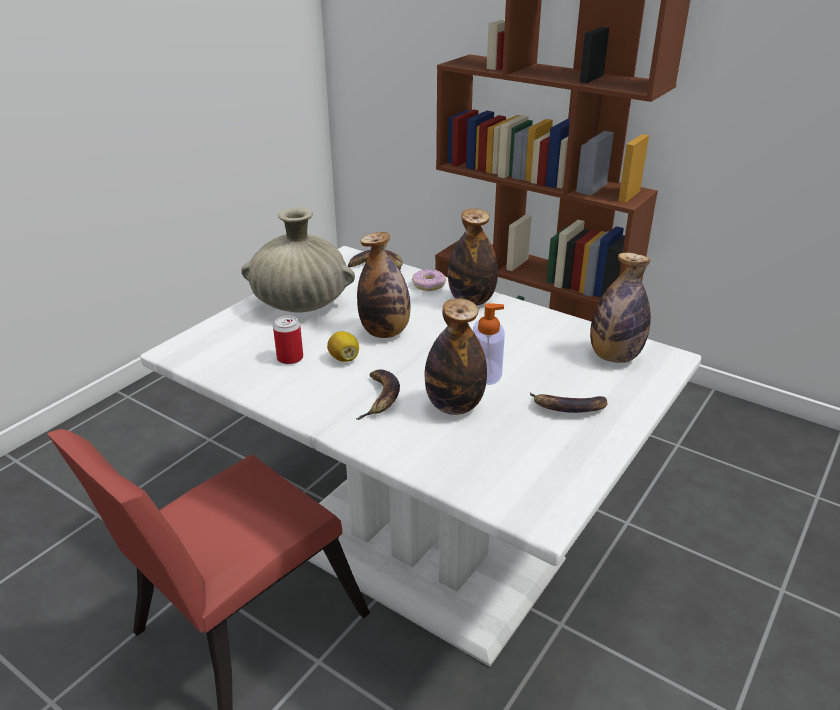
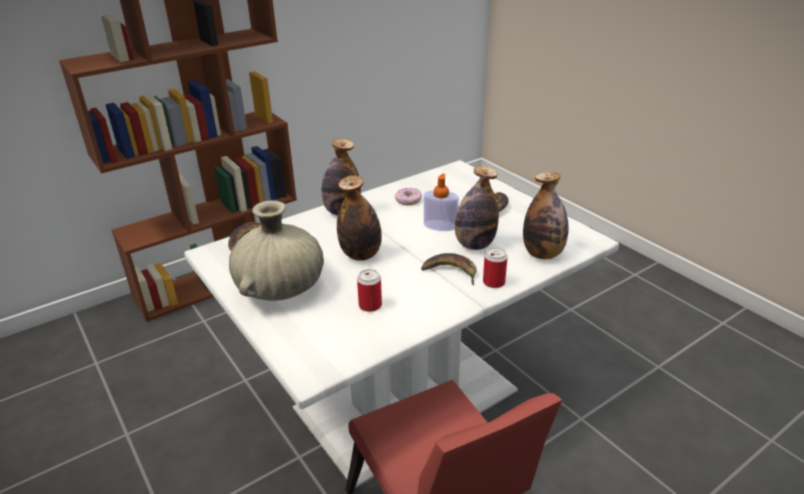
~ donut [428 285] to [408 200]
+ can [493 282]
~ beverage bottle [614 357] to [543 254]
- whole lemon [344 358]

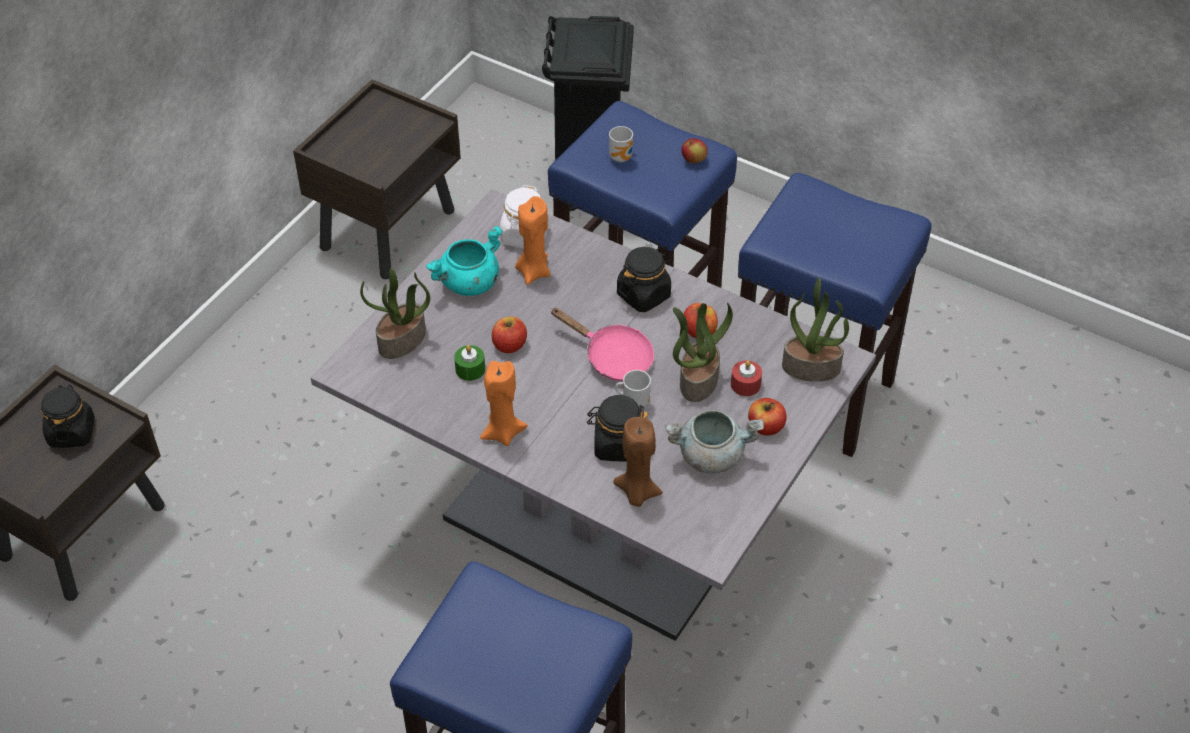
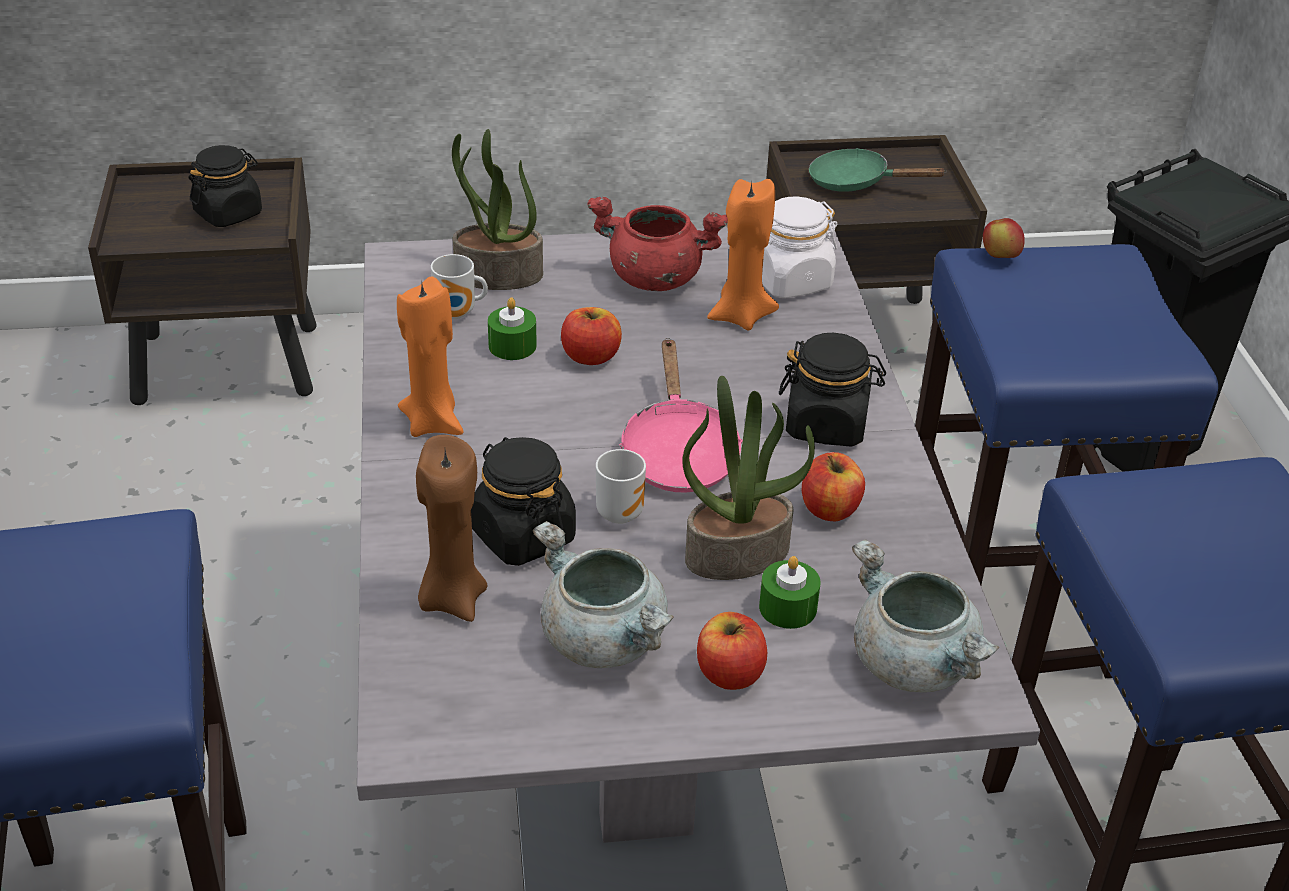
~ coffee mug [622 157] to [458 314]
~ blue-green stockpot [469 283] to red stockpot [654 278]
~ red wax light [745 384] to green wax light [788 607]
+ green skillet [856 182]
~ plant in a pot [811 367] to grey stockpot [914 664]
~ apple [694 160] to [1000 257]

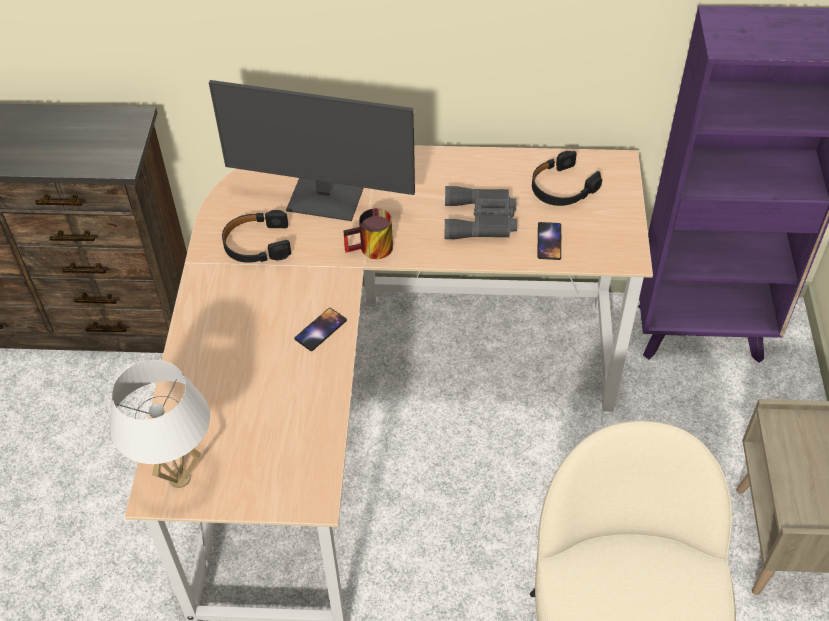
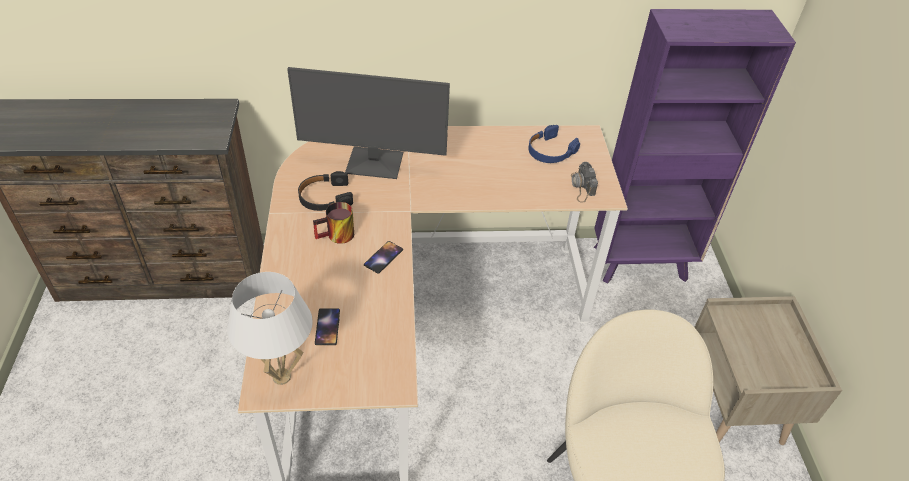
~ coffee mug [371 250] to [337 237]
~ telephone [549 241] to [327 327]
~ black pair of headphones [562 187] to blue-coloured pair of headphones [550 151]
+ photo camera [582 187]
- grey binoculars [482 220]

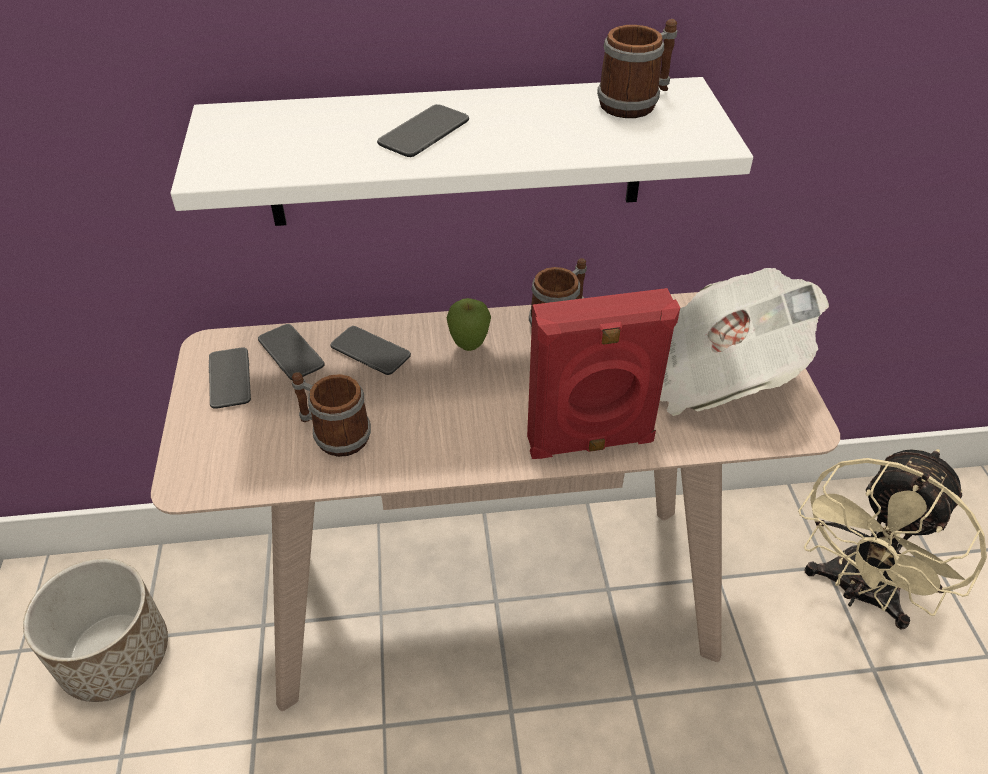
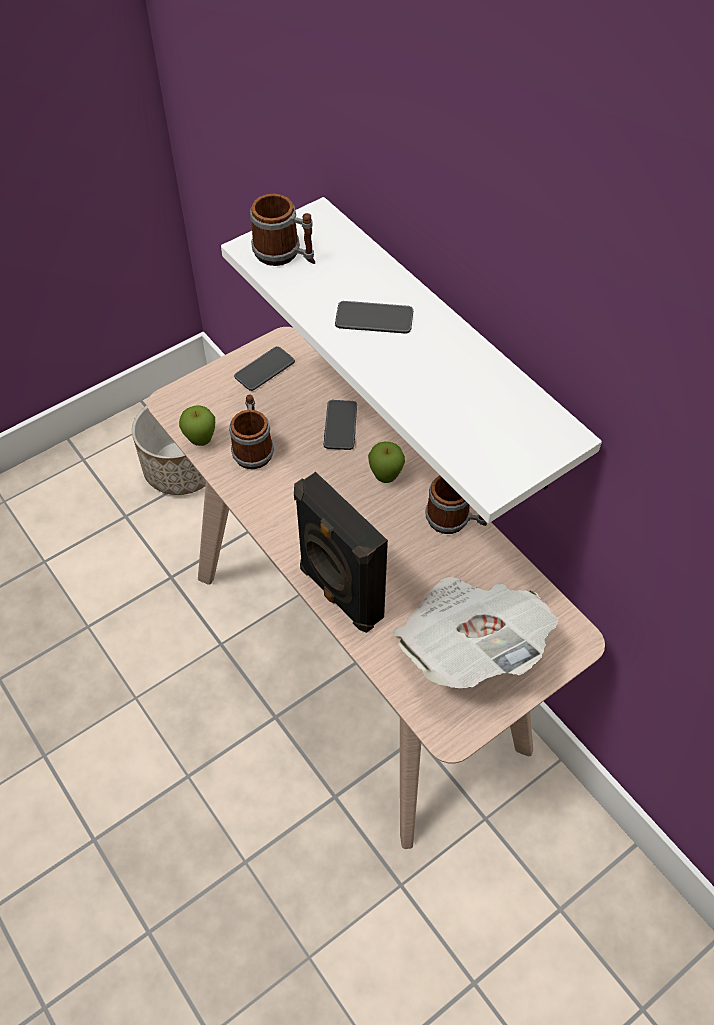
+ apple [201 442]
~ coffee mug [636 102] to [284 255]
~ red audio speaker [591 443] to black audio speaker [339 594]
- telephone [291 353]
- sand-coloured cooling fan [857 592]

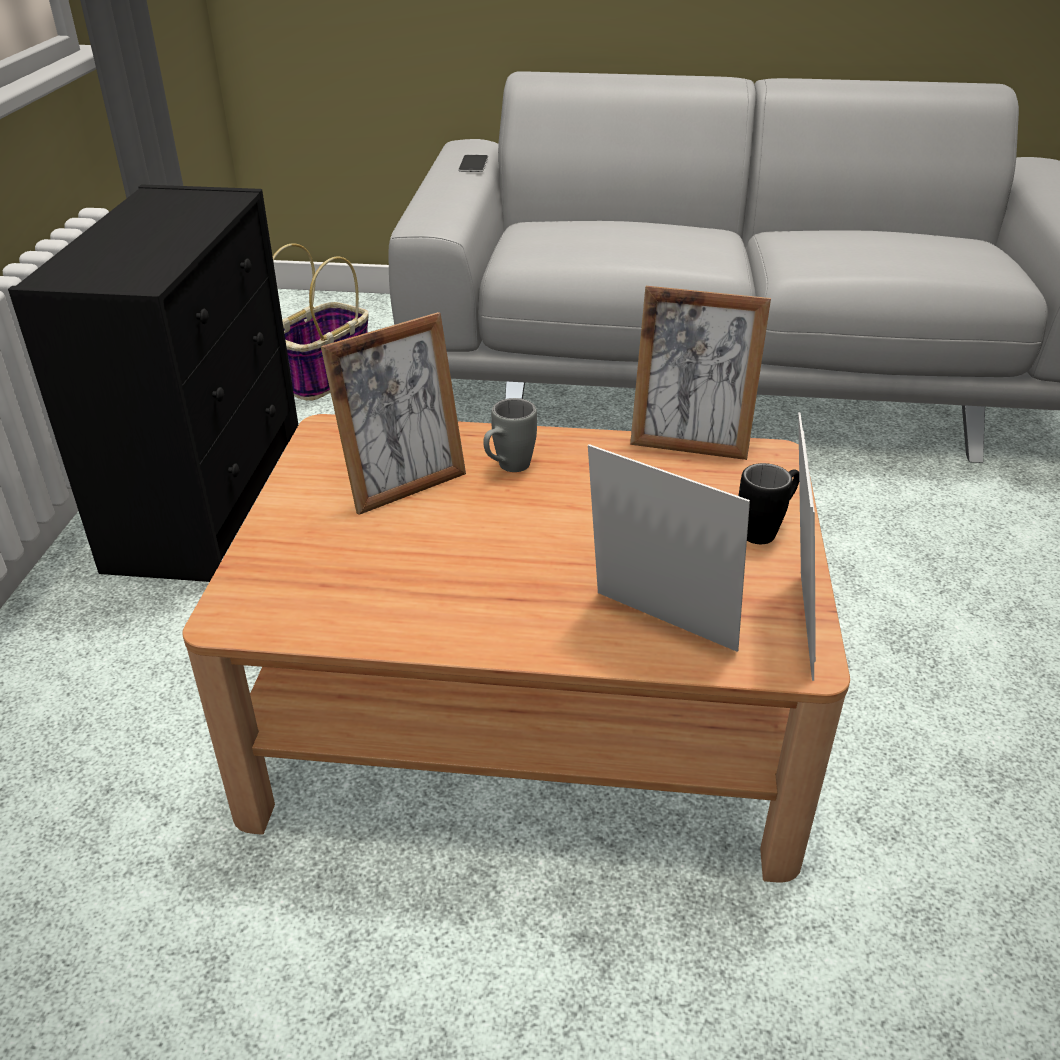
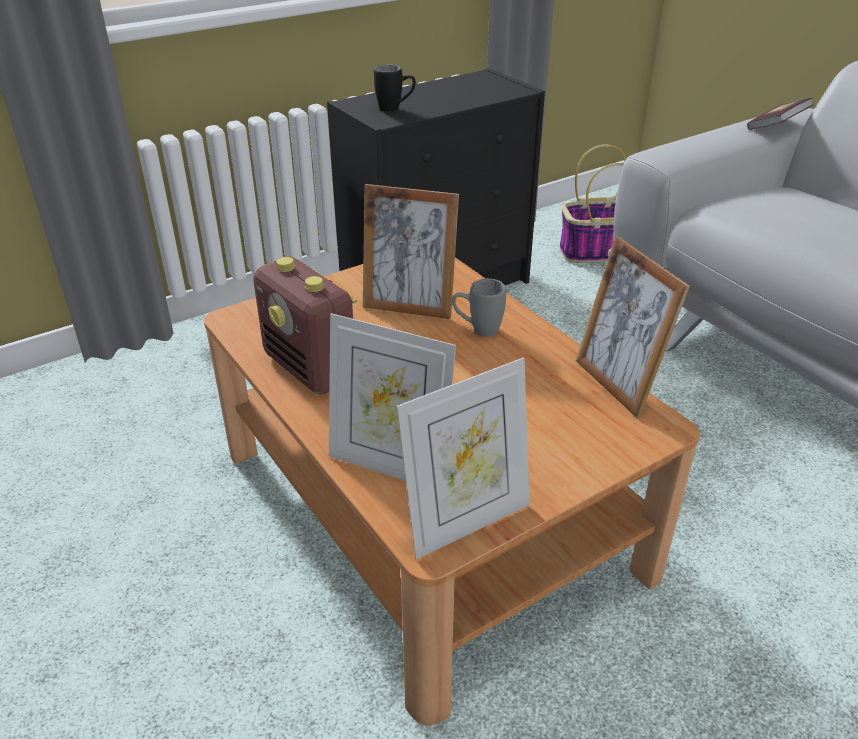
+ radio [311 369]
~ standing frame [657 629] = [390 465] 120 degrees clockwise
~ black coffee mug [766 530] to [395 109]
~ telephone [473 164] to bound book [776 127]

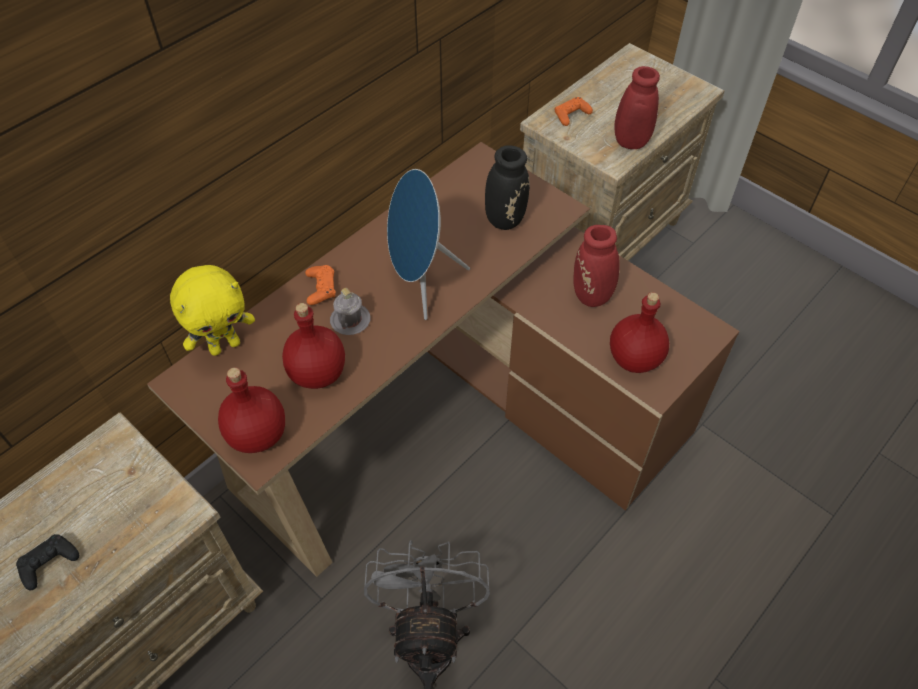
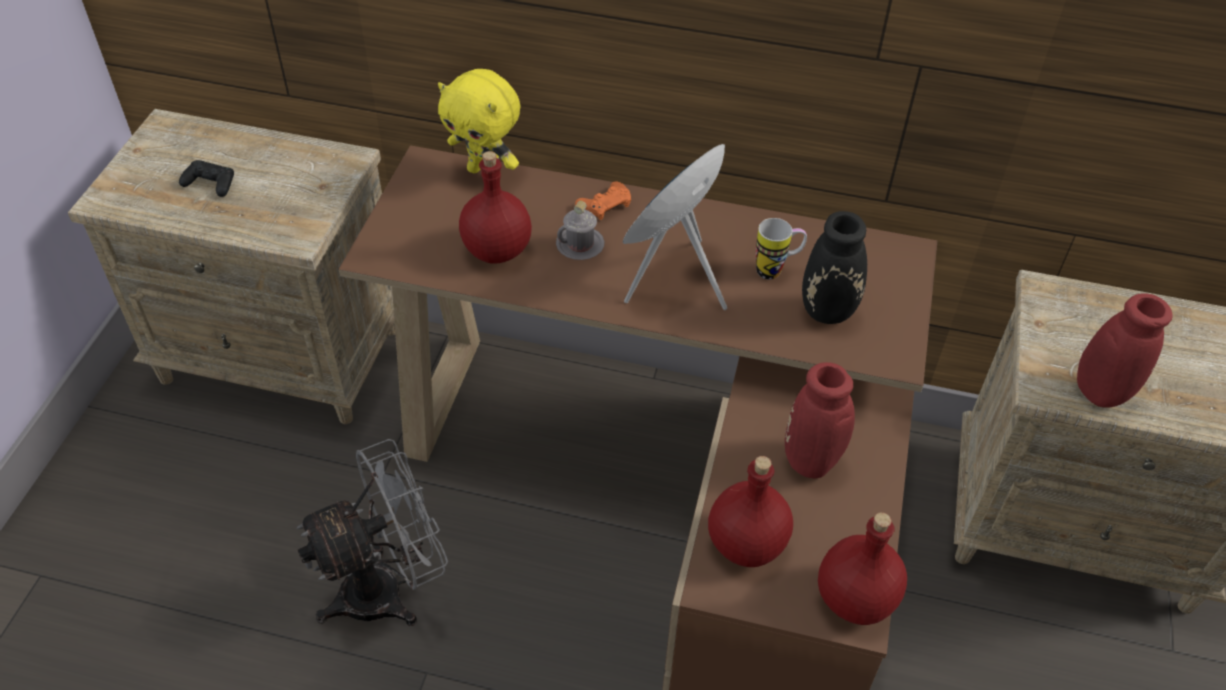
+ coffee mug [776 270]
~ red beverage bottle [256 435] to [854 598]
- orangey game controller [571 115]

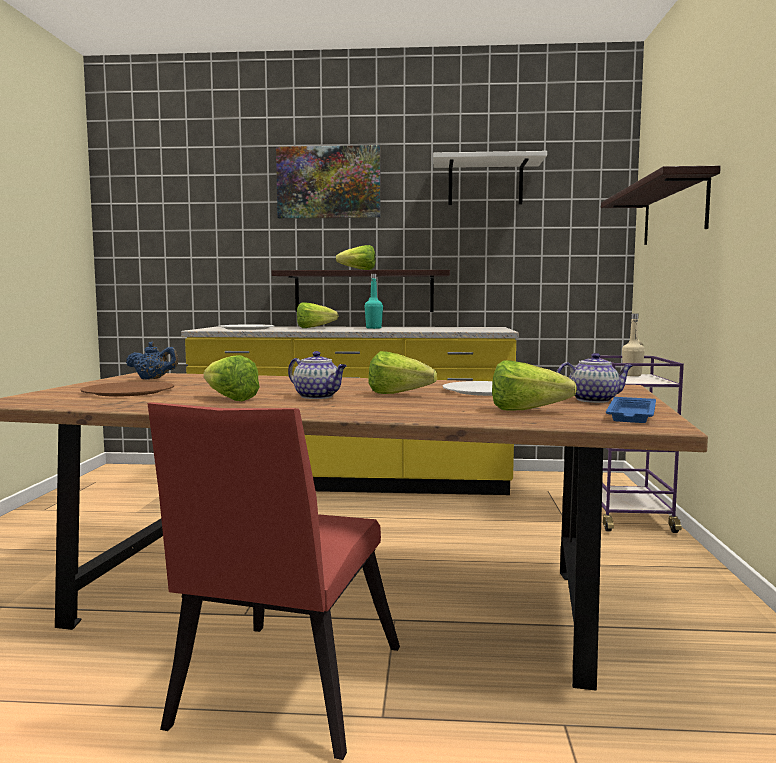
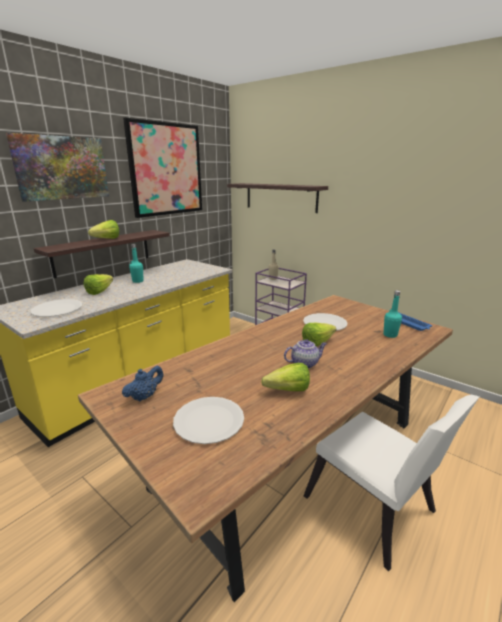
~ whitish shelf [485 183] to picture [166 169]
~ brown-coloured flat dish [128 392] to whitish flat dish [209 421]
~ red upright chair [281 693] to whitish upright chair [374 511]
~ head of lettuce [533 411] to blue-green beverage bottle [390 335]
- pot for tea [594 400]

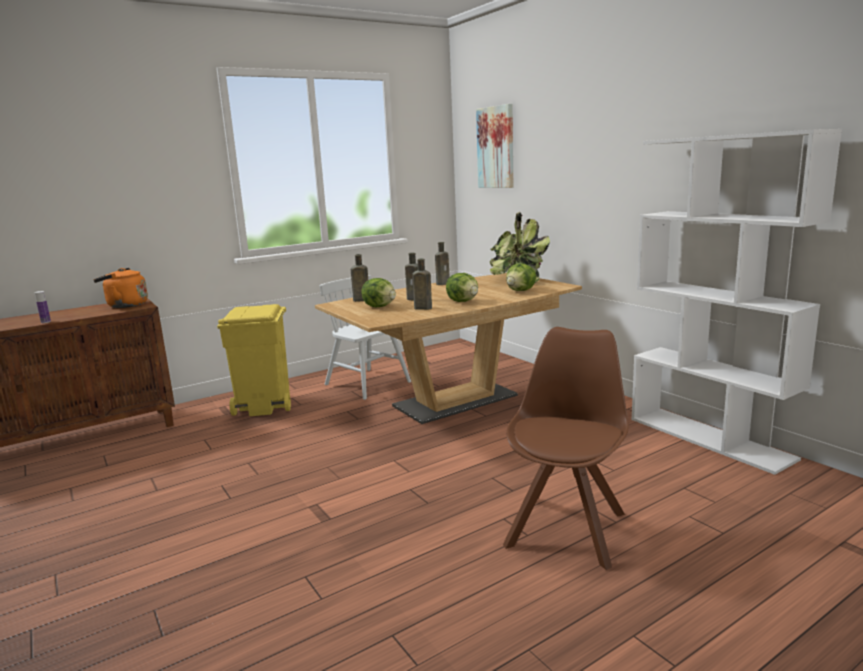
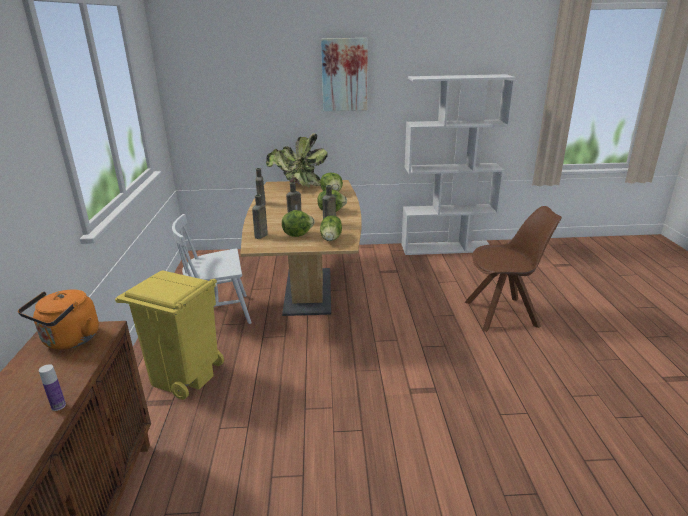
+ head of lettuce [331 238]
~ picture [496 147] to [344 75]
~ brown-coloured upright chair [567 527] = [503 314] 120 degrees clockwise

